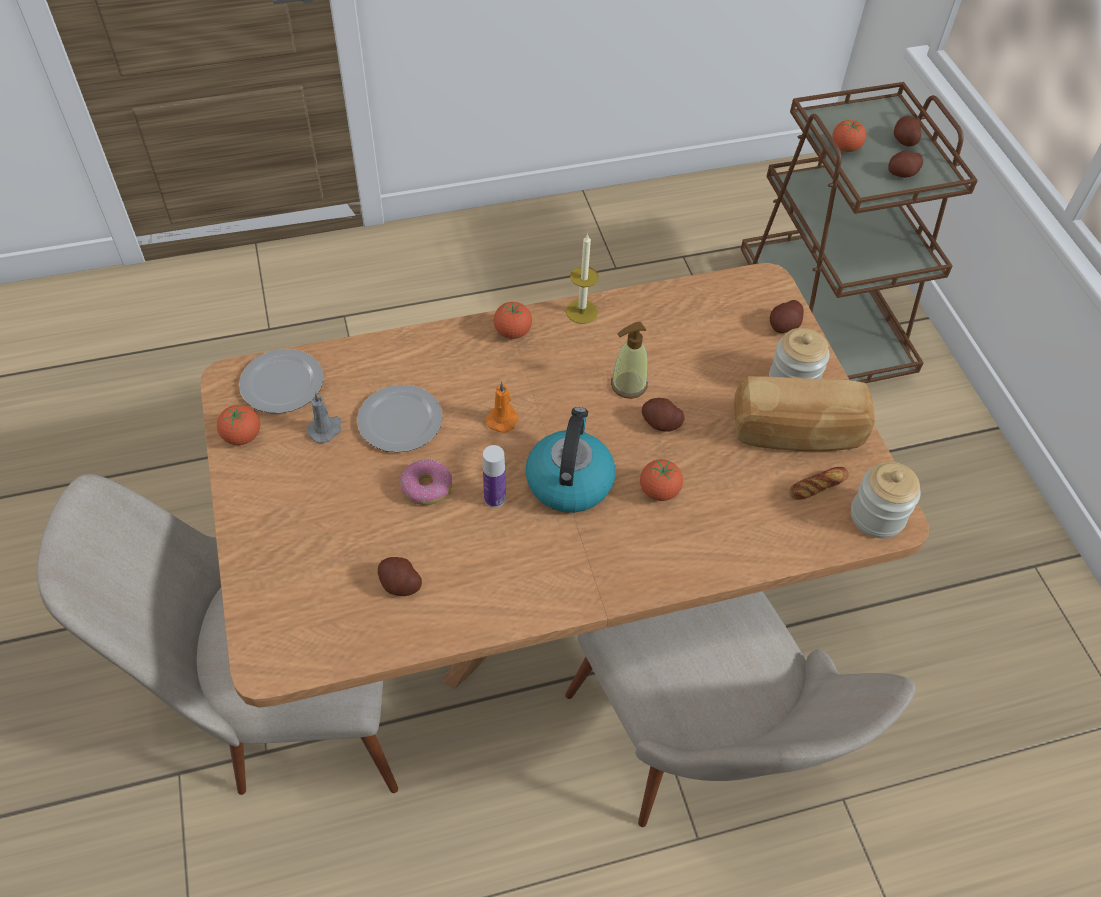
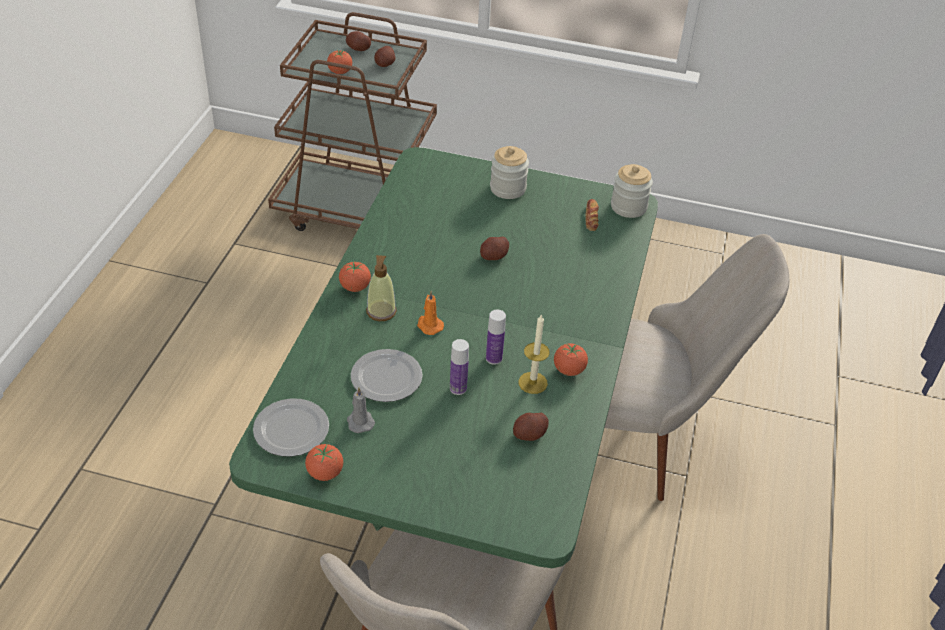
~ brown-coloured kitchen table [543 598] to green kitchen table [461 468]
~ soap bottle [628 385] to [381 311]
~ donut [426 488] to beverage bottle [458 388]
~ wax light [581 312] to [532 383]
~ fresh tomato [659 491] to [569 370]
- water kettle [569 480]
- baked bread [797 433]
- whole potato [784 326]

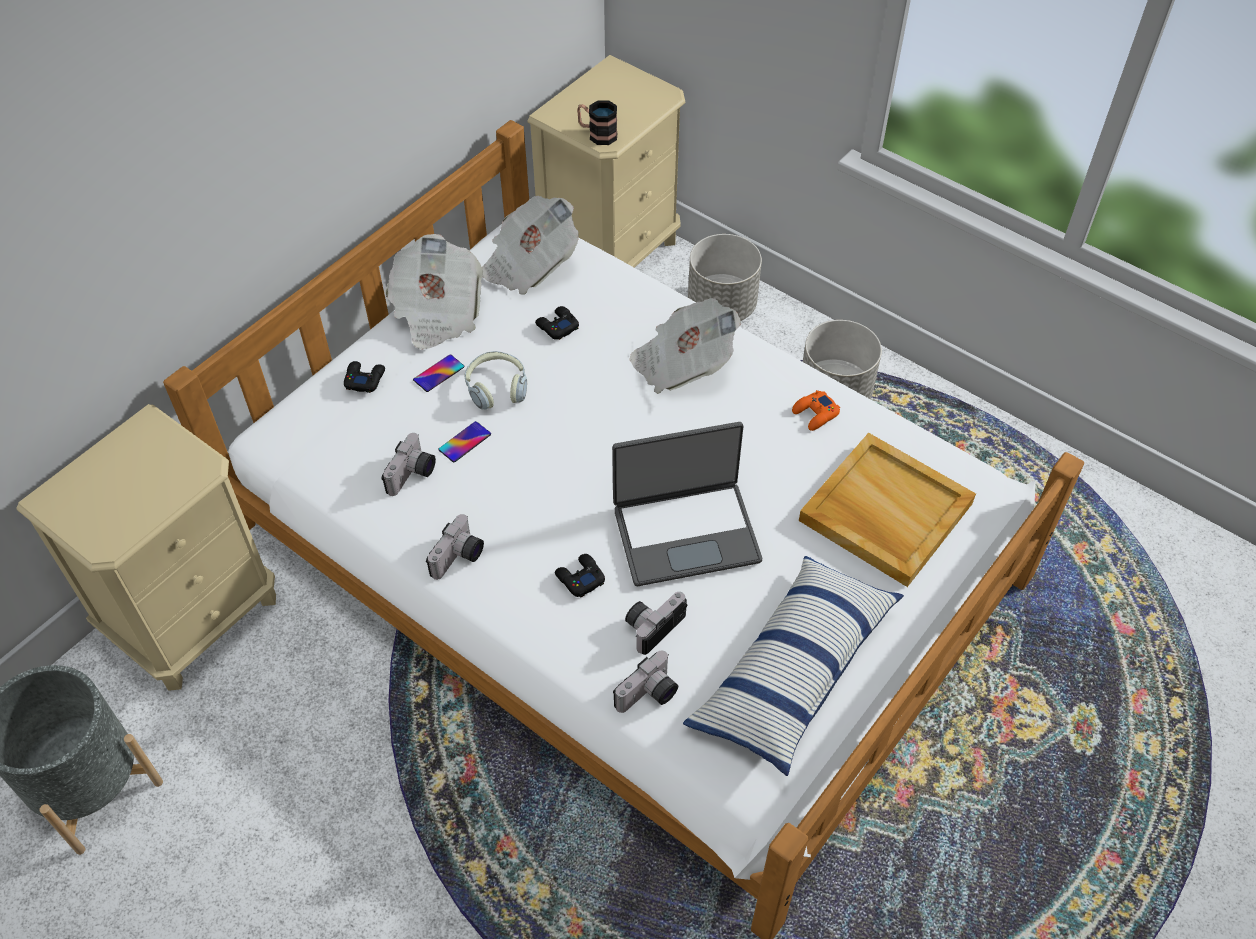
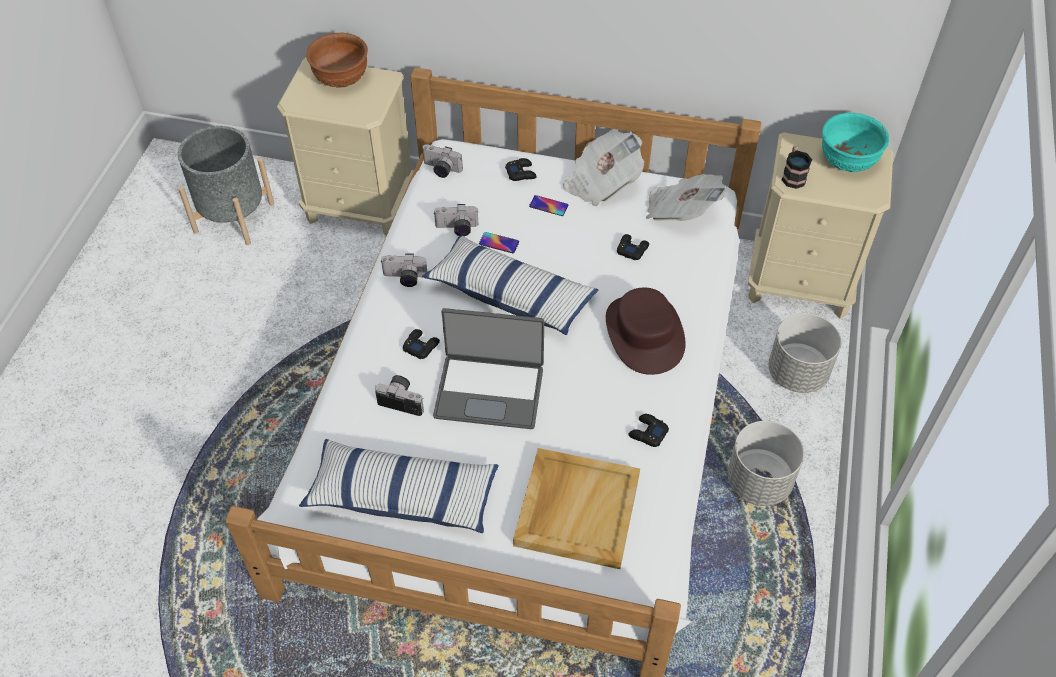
+ brown-coloured deep dish [341 80]
~ photo camera [649 695] to [440 170]
+ throw pillow [511 295]
~ portable computer [686 532] = [490 391] 45 degrees counterclockwise
~ newspaper [682 364] to brown-coloured clothing hat [644 333]
~ orangey game controller [815 414] to black game controller [647 433]
+ blue-green deep dish [846 162]
- pair of headphones [496 387]

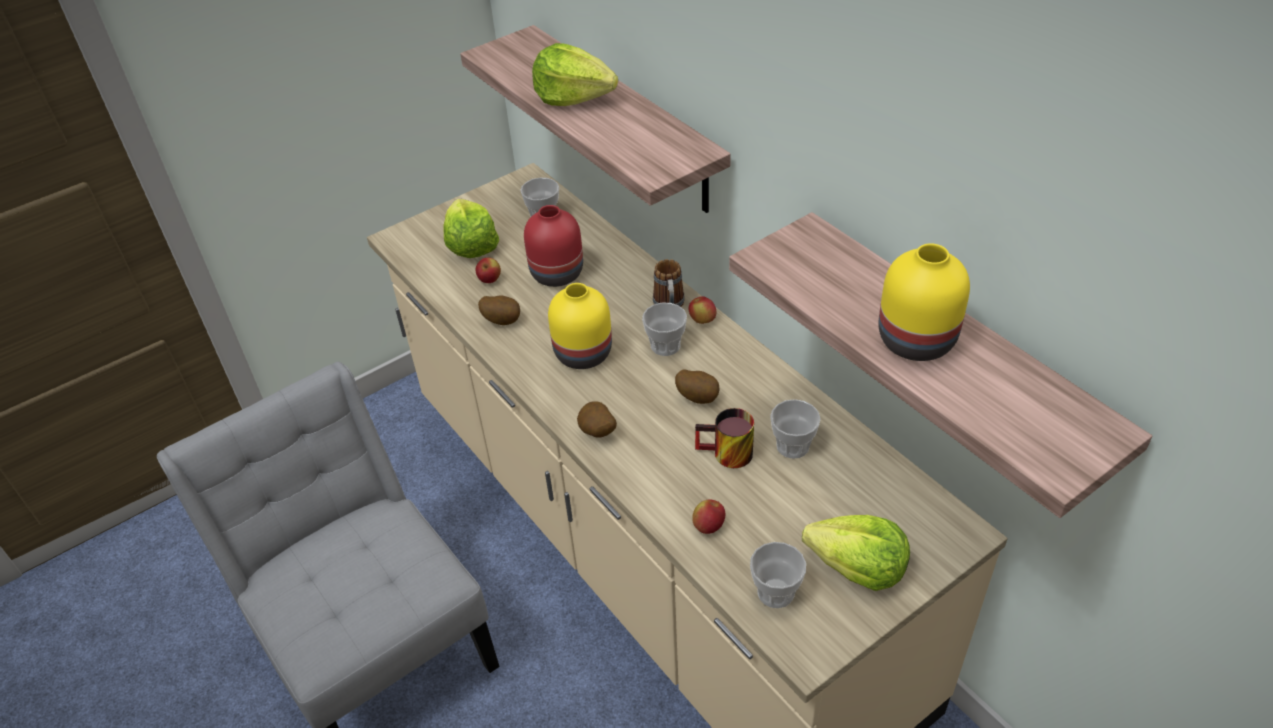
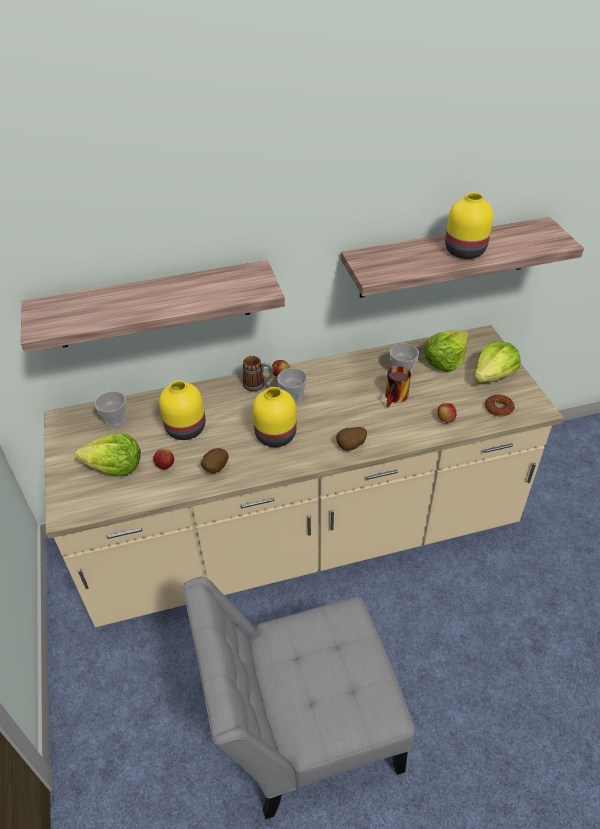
~ red vase [557 272] to yellow-coloured vase [185 428]
~ head of lettuce [573 97] to [445 360]
~ cup [775 592] to donut [499 408]
- whole potato [698 397]

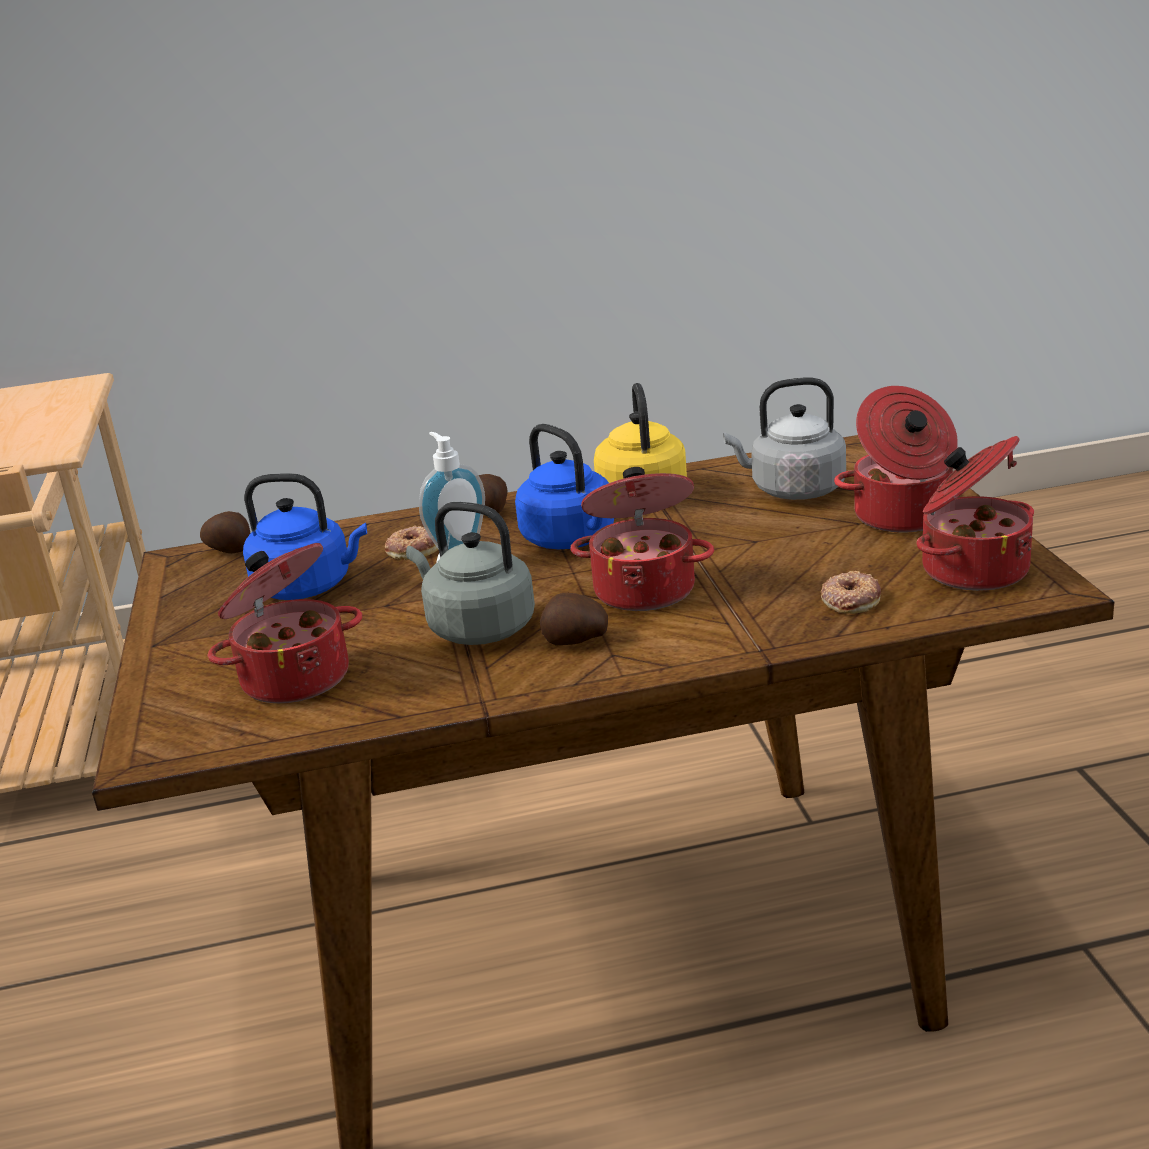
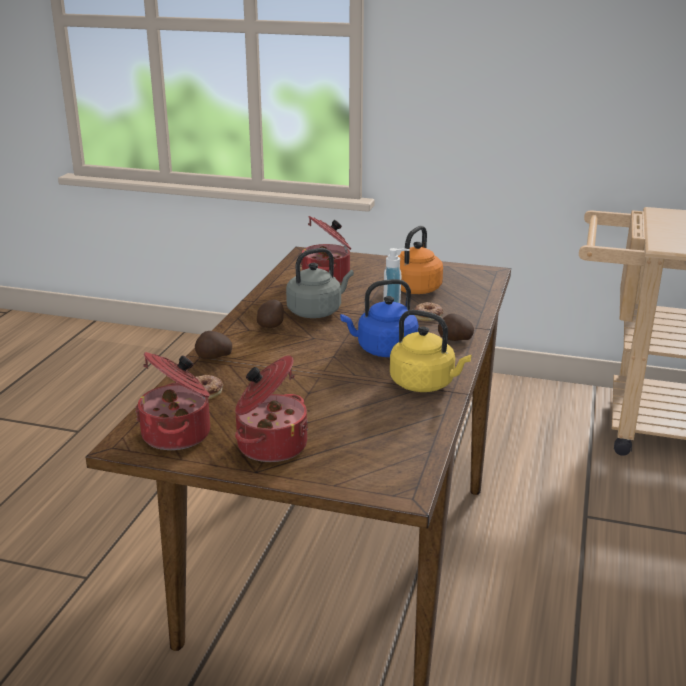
~ whole potato [231 550] to [214 357]
~ blue-coloured water kettle [309 587] to orangey water kettle [414 290]
- stockpot [645 589]
- grey water kettle [793 490]

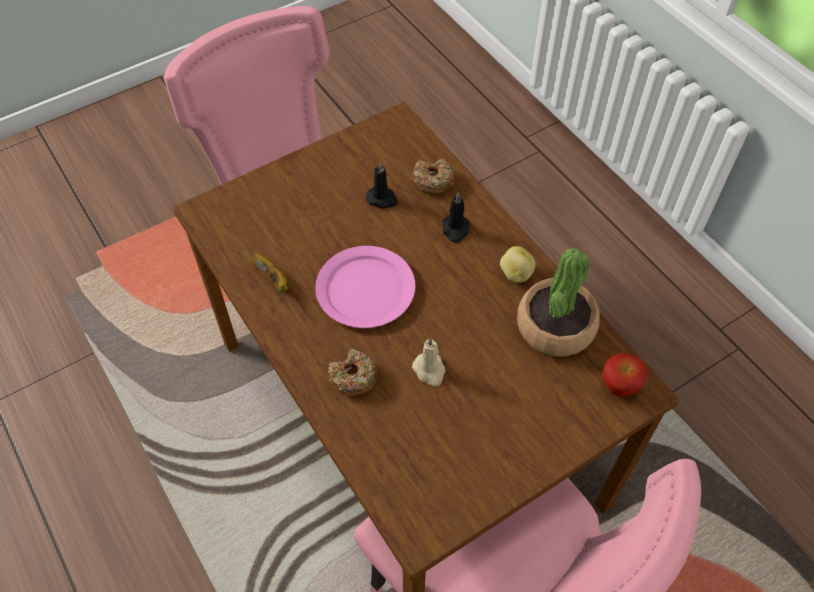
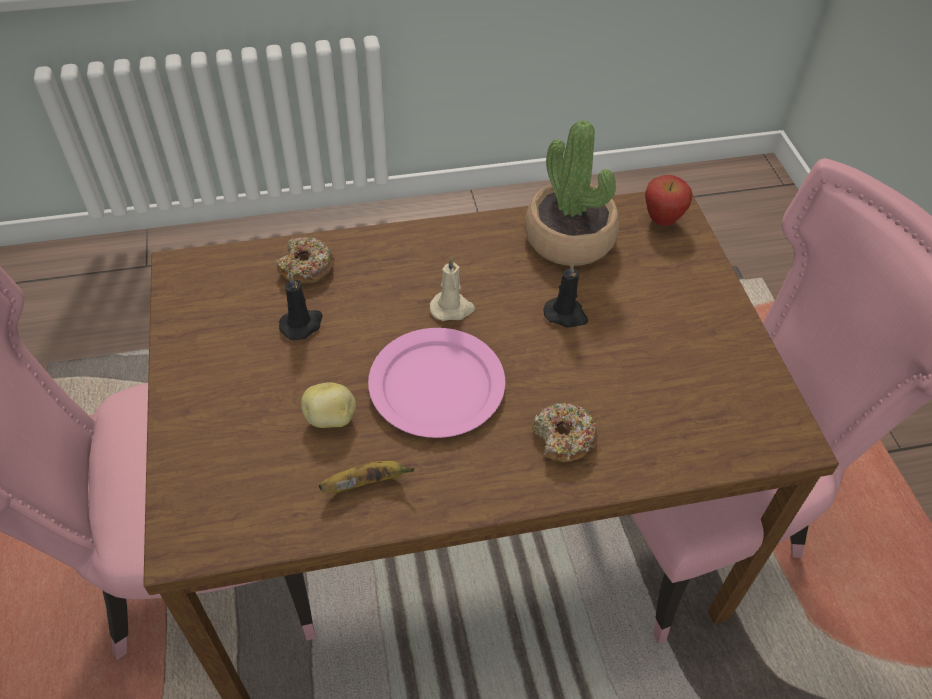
~ whole potato [515 274] to [331 419]
~ sand-coloured wax light [430 370] to [452 308]
~ black wax light [455 229] to [566 315]

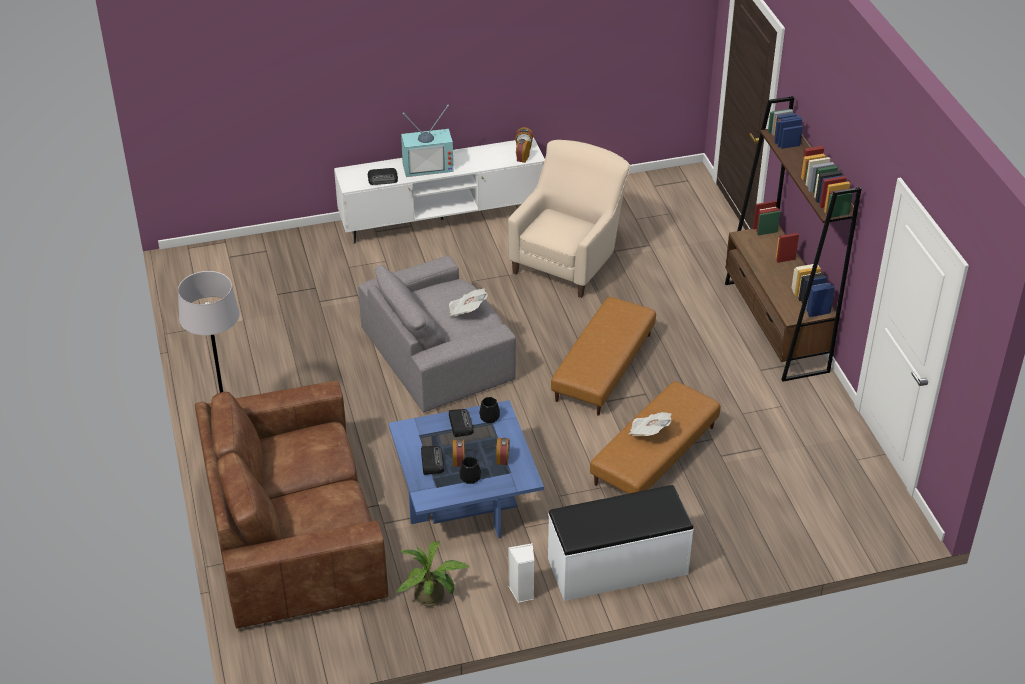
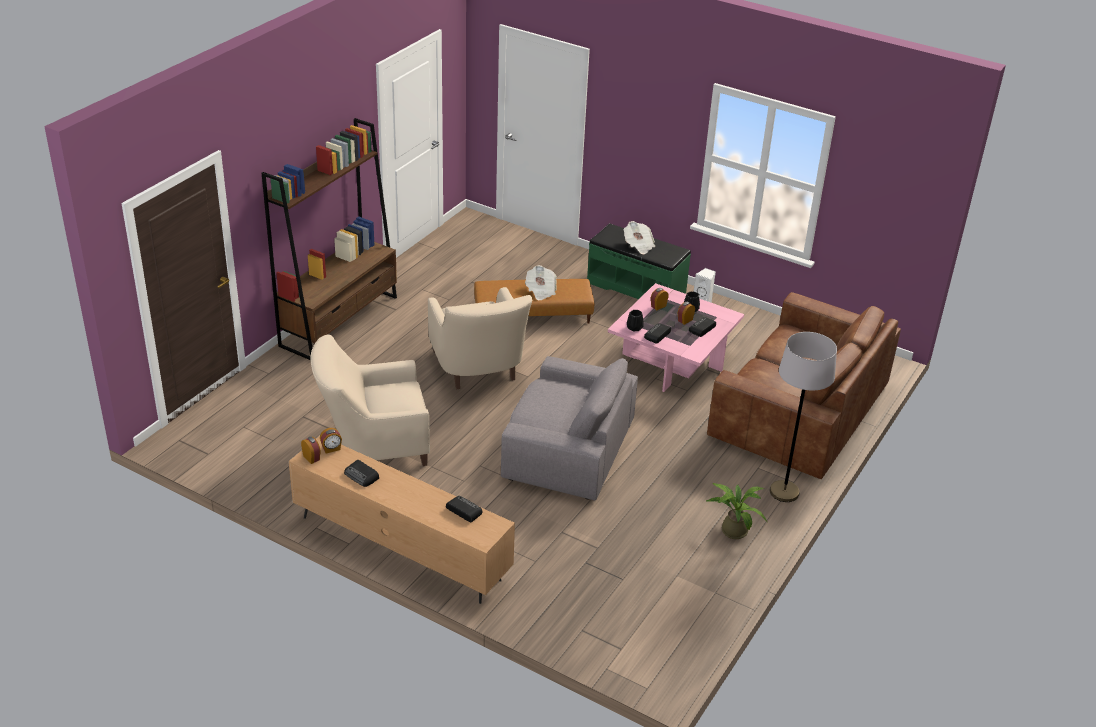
~ whitish tv stand [442 219] to brown-coloured tv stand [401 548]
+ radio [362 476]
~ brown-coloured footrest [603 367] to sand-coloured easy chair [479 370]
~ whitish long seat [618 567] to green long seat [636 287]
~ blue-coloured low table [465 498] to pink low table [672 362]
~ newspaper [466 310] to [638 245]
~ plant in a pot [433 597] to [732 529]
- TV [428 165]

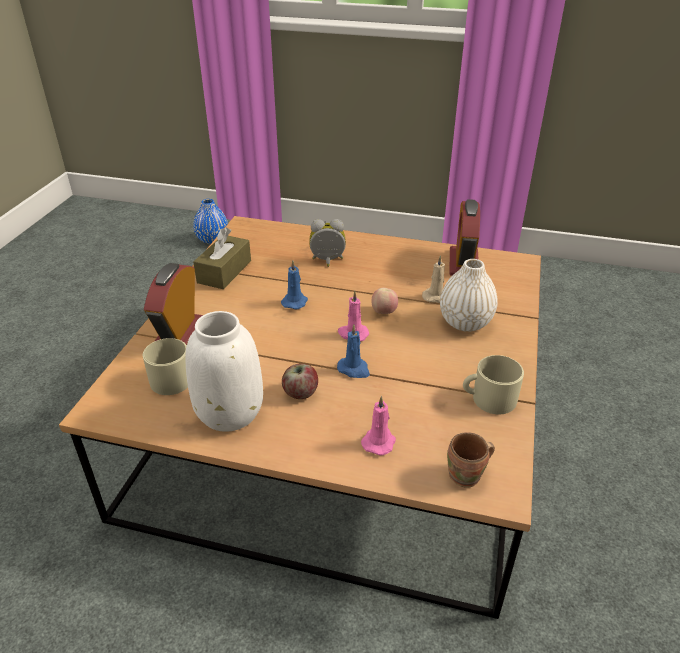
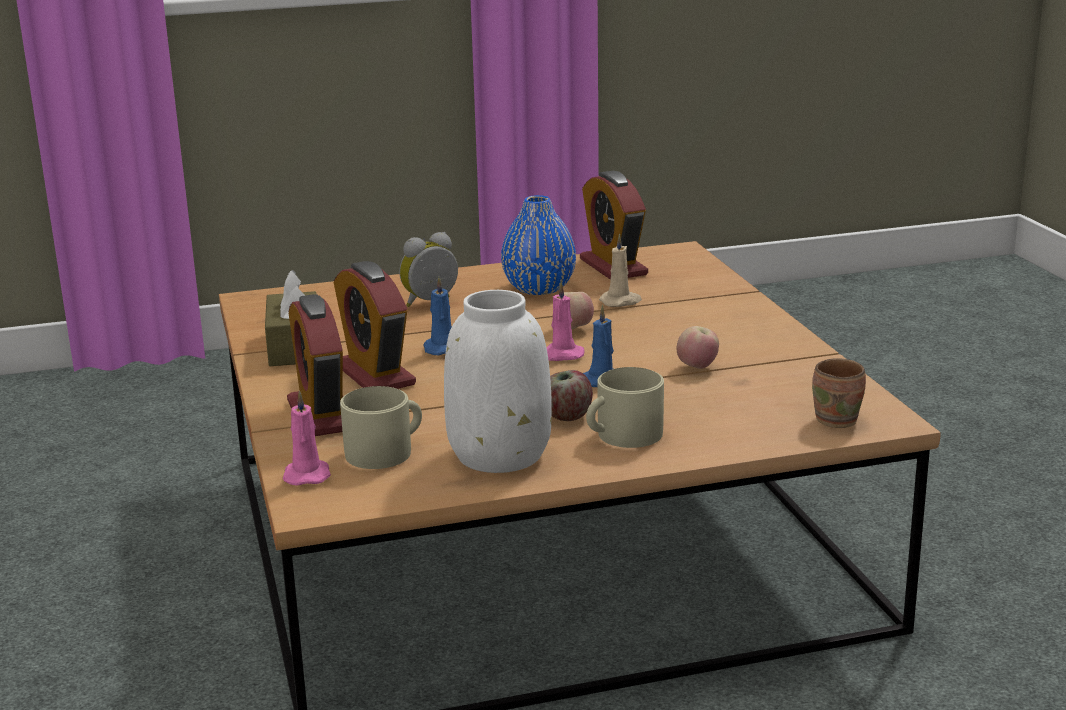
~ pink wax light [379 441] to [307 475]
+ table clock [375 375]
~ blue-coloured vase [212 239] to [539 288]
~ sand-coloured coffee mug [488 399] to [622 435]
+ apple [697 368]
- whitish vase [465 322]

